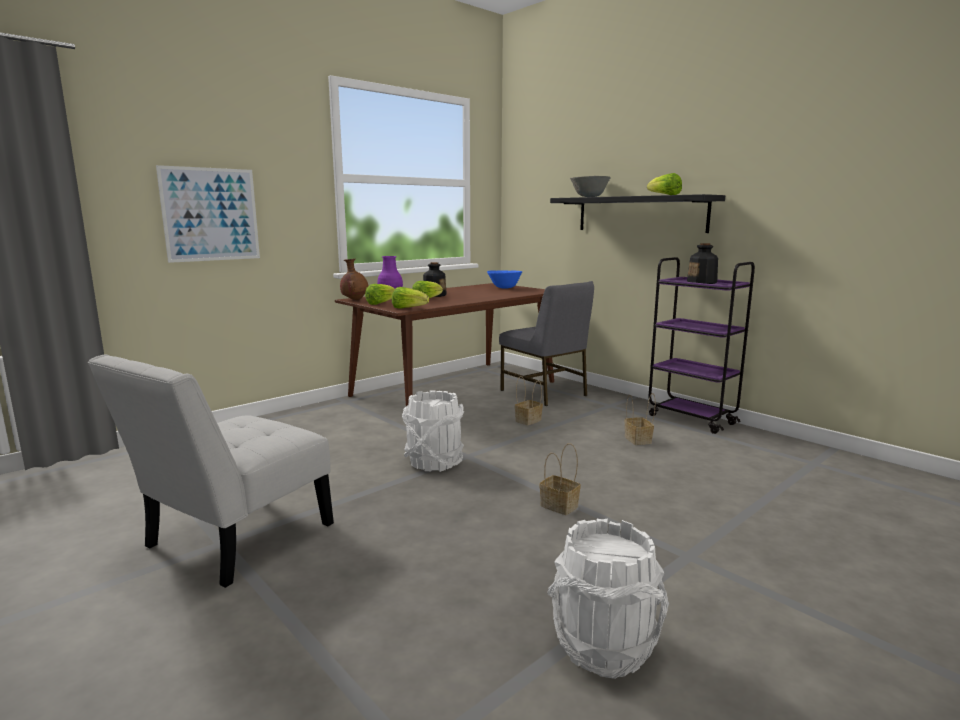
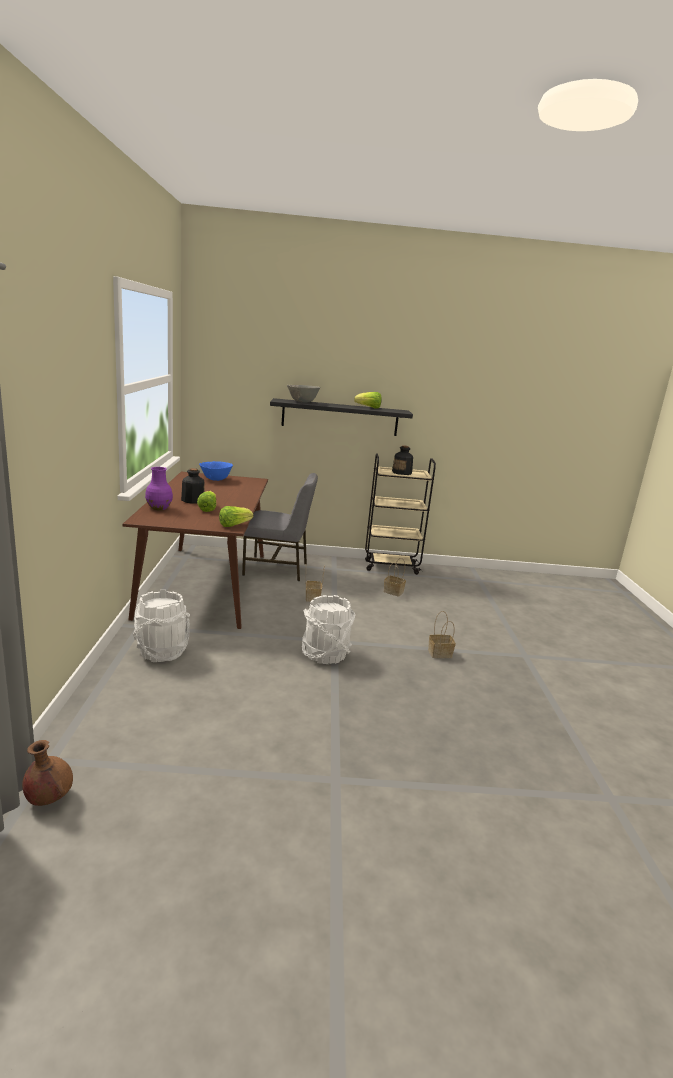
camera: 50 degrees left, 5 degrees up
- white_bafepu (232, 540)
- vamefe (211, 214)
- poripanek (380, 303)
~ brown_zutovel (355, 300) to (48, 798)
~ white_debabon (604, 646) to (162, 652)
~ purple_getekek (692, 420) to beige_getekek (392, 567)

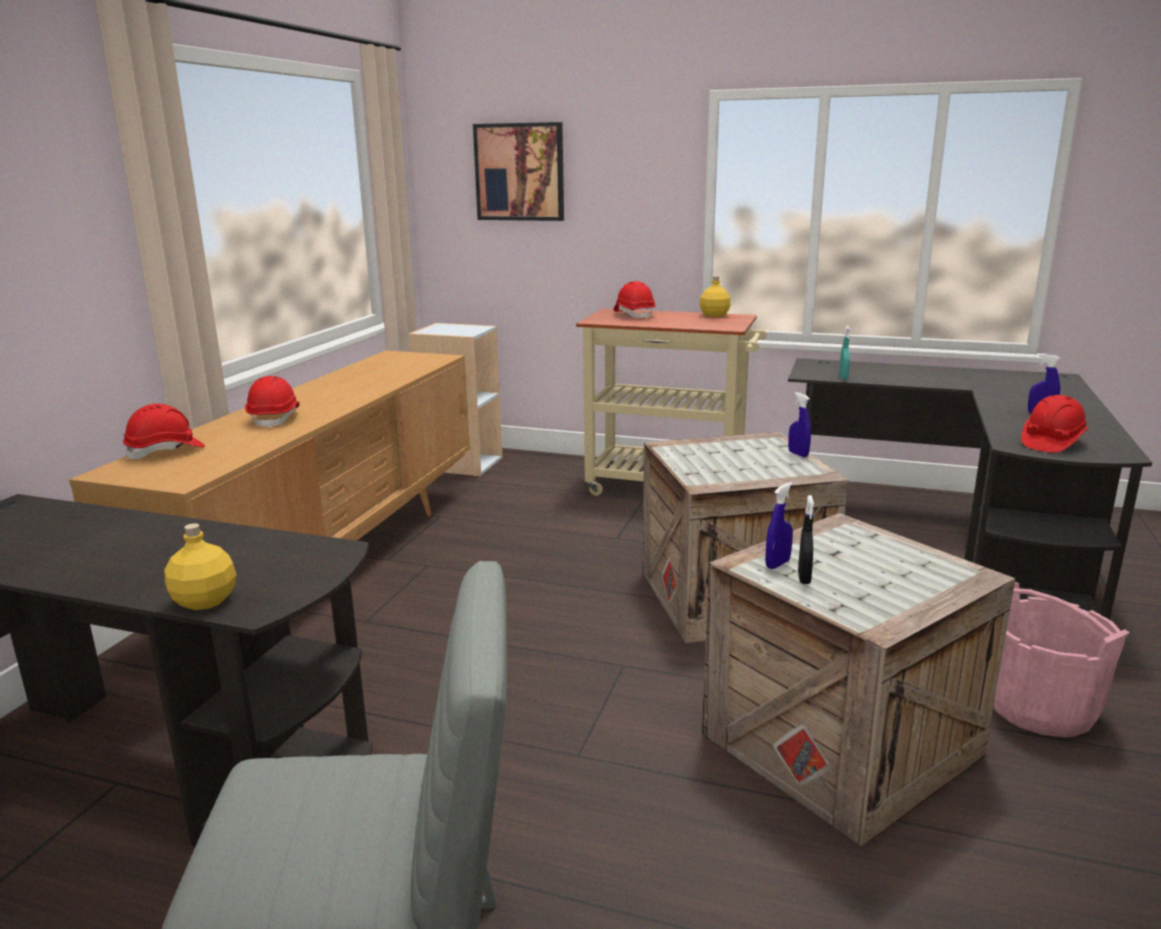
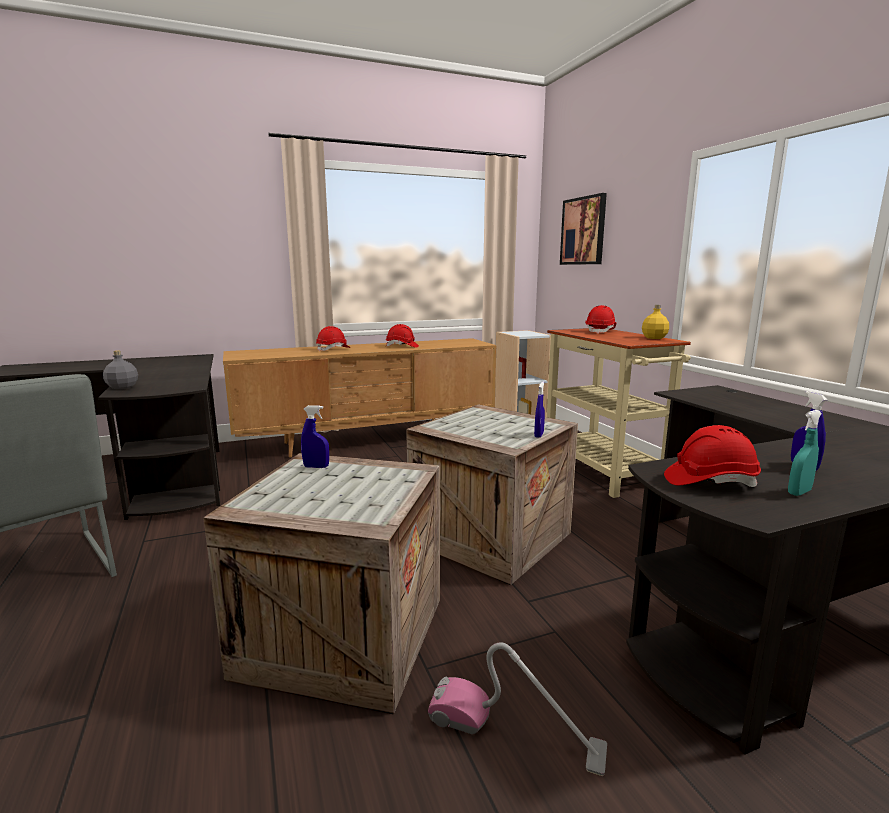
camera: 50 degrees right, 5 degrees down
- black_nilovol (804, 578)
~ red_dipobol (166, 452) to (402, 346)
~ turquoise_nilovol (843, 378) to (799, 492)
~ pink_debabon (1040, 707) to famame (515, 733)
~ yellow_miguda (206, 600) to grey_miguda (123, 387)

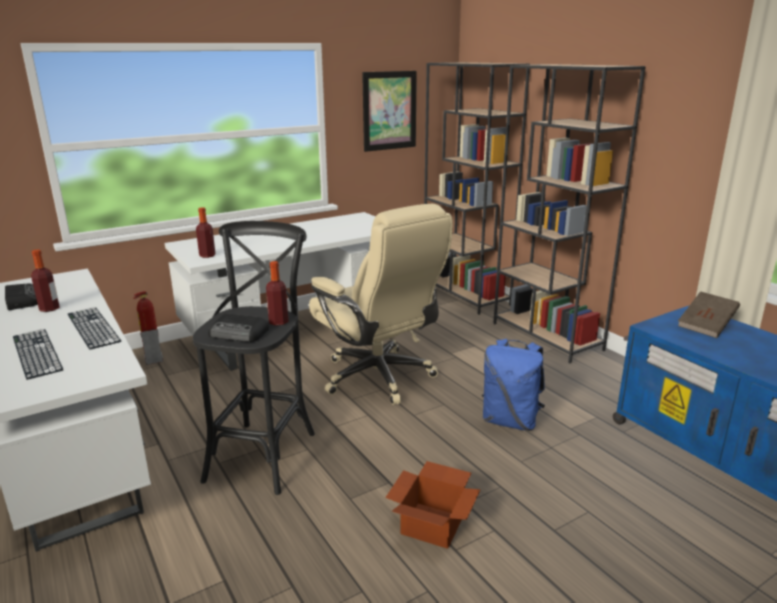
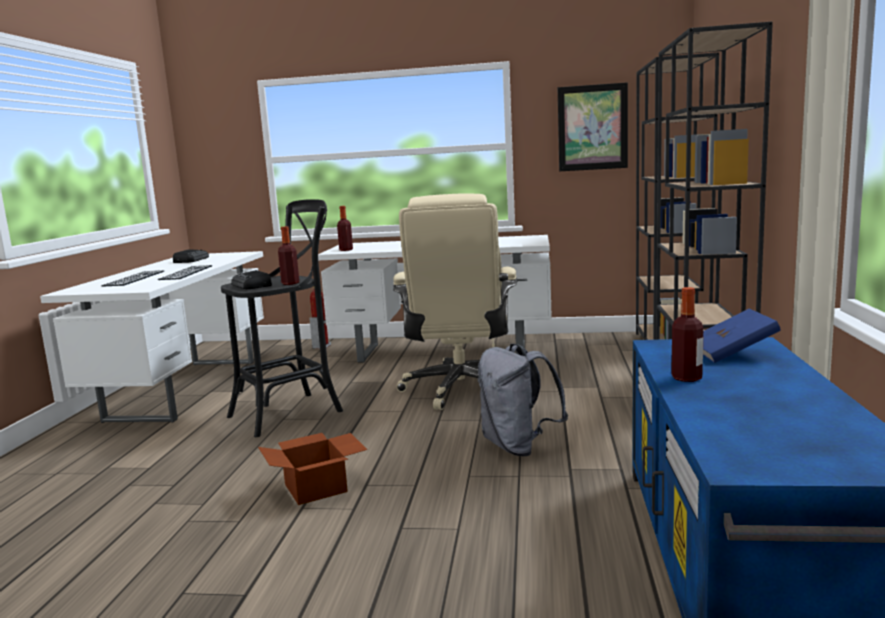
camera: 40 degrees right, 10 degrees down
~ miguda (49, 308) to (686, 378)
~ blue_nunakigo (510, 421) to grey_nunakigo (518, 447)
~ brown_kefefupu (706, 326) to blue_kefefupu (732, 353)

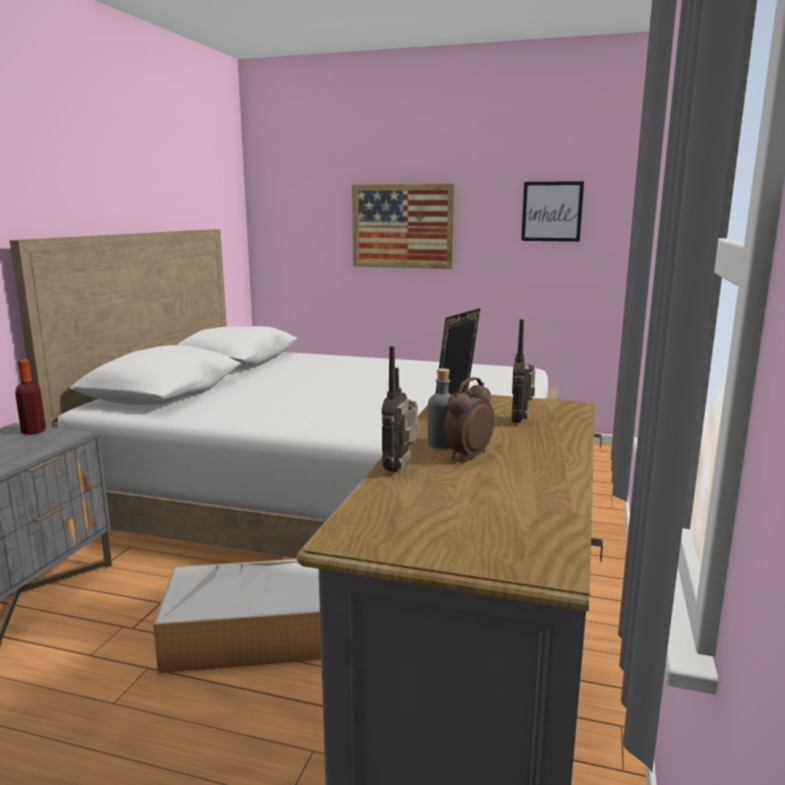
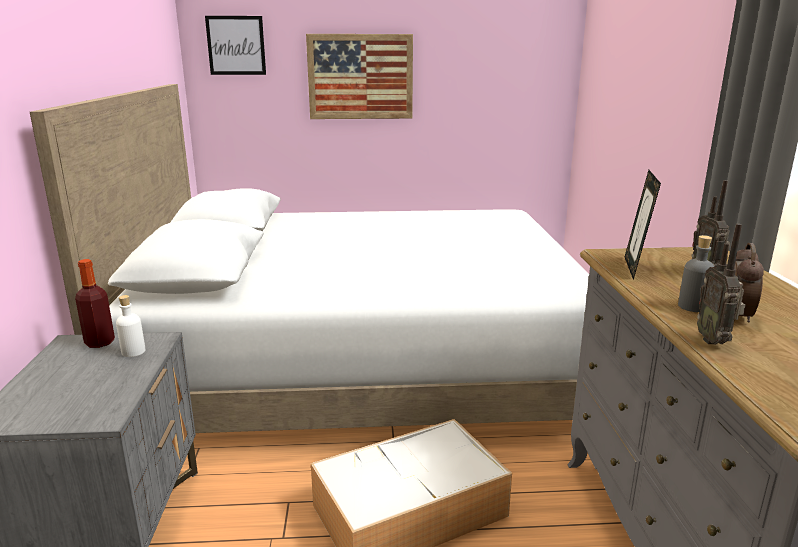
camera: 20 degrees left, 5 degrees up
+ white_miguda (133, 352)
~ vamefe (552, 211) to (236, 45)

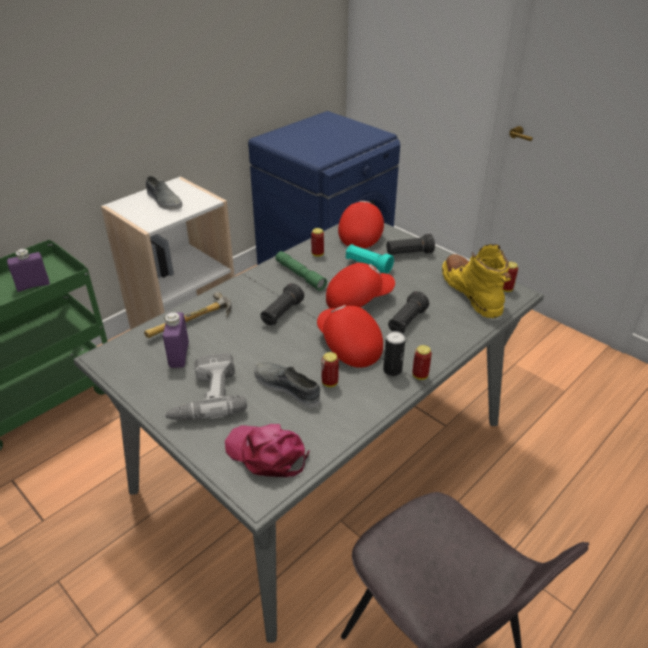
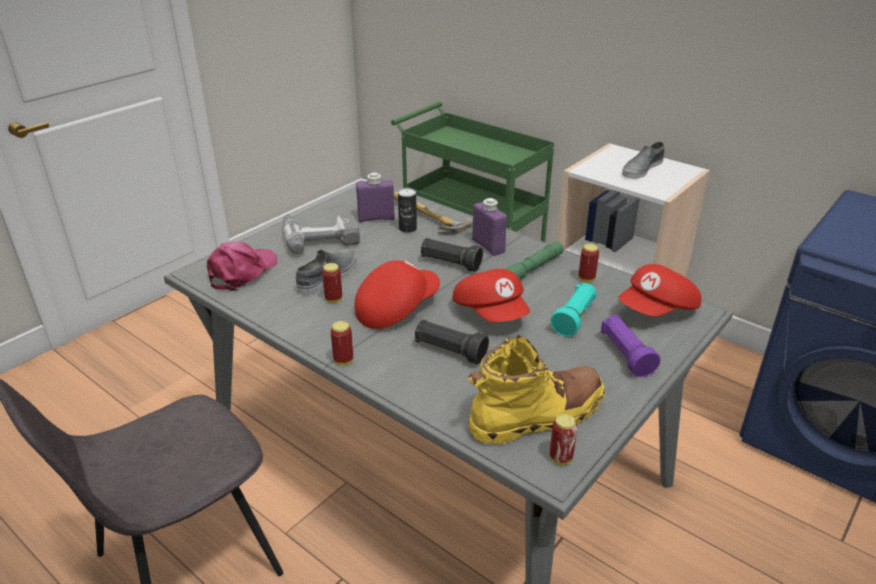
camera: 85 degrees right, 5 degrees down
~ purple_miguda (33, 285) to (488, 246)
~ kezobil (392, 370) to (407, 228)
~ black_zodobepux (409, 253) to purple_zodobepux (626, 355)
~ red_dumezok (360, 234) = (658, 310) 135 degrees clockwise

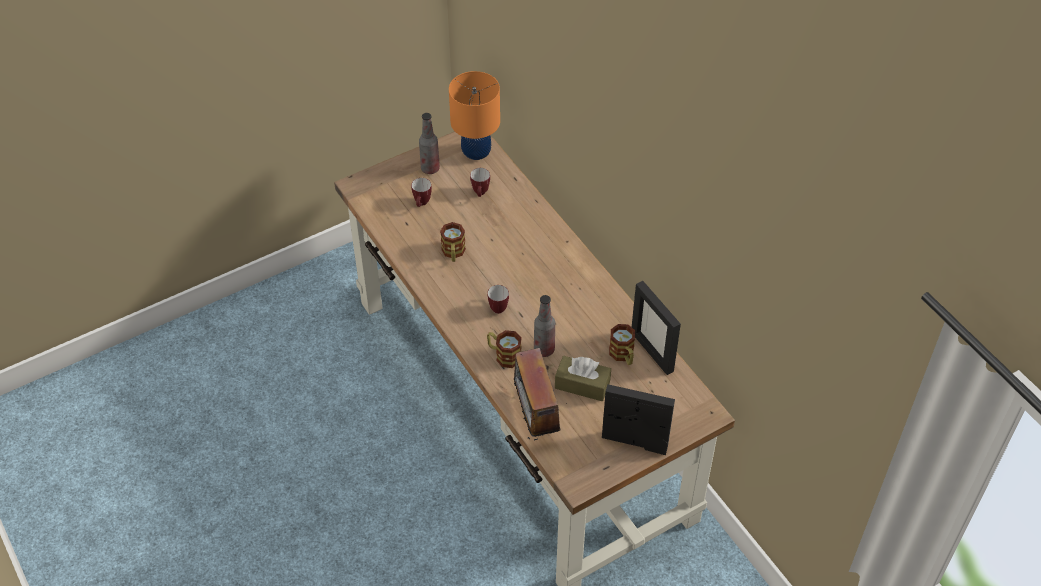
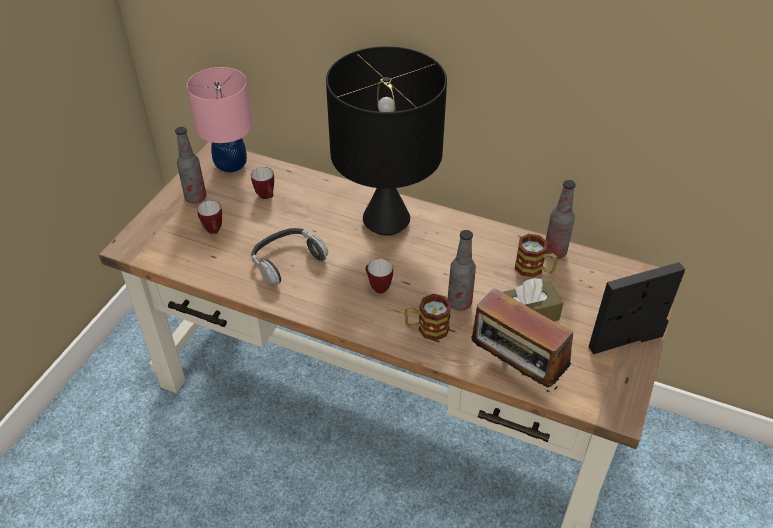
camera: 35 degrees left, 5 degrees down
+ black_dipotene (386, 223)
~ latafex (453, 253) to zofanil (287, 260)
~ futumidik (653, 351) to miguda (555, 252)
~ orange_dipotene (476, 152) to pink_dipotene (230, 165)

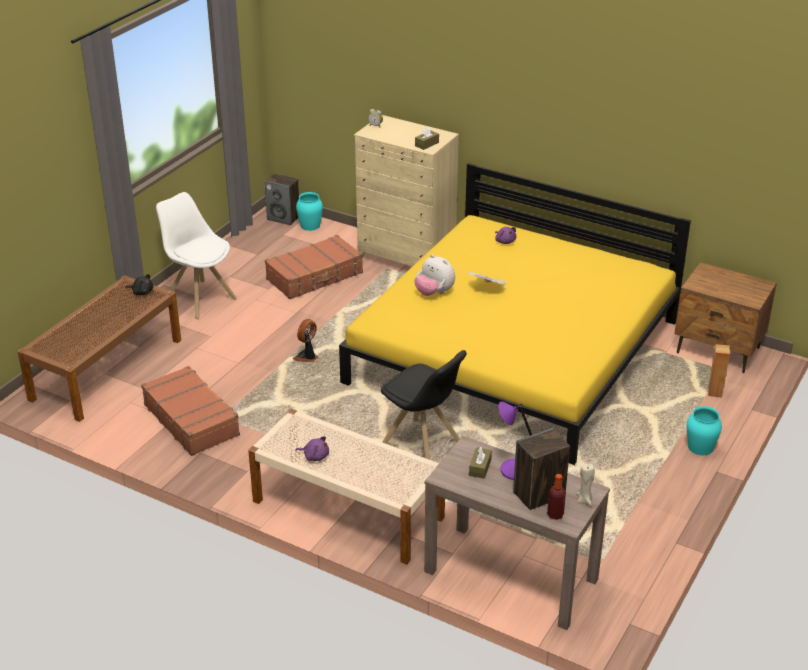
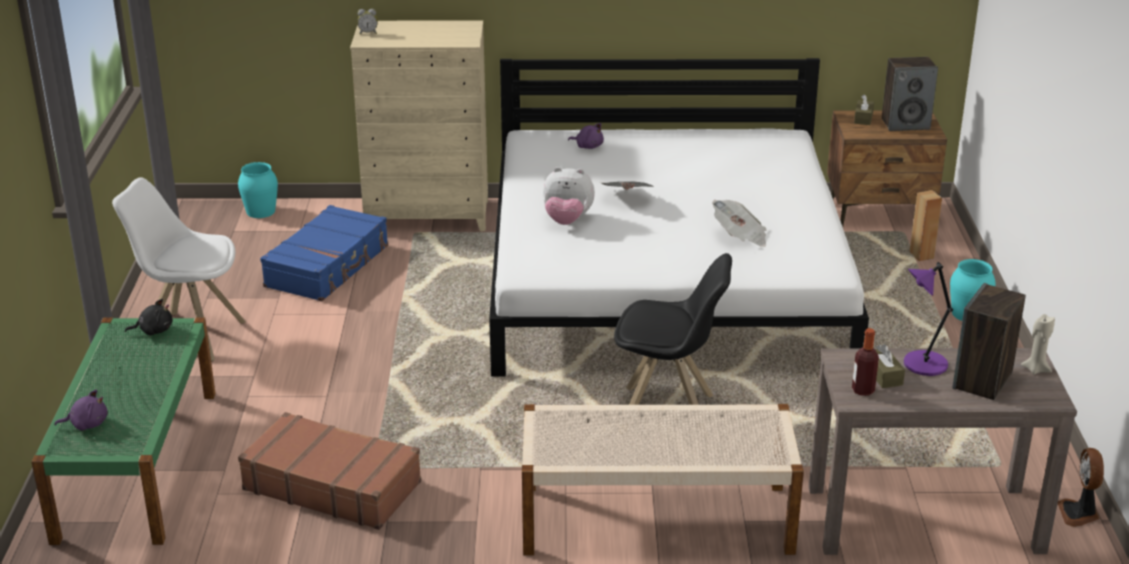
camera: 30 degrees left, 5 degrees down
+ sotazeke (740, 237)
~ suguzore (284, 218) to (905, 124)
~ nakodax (307, 357) to (1079, 513)
~ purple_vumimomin (315, 456) to (87, 424)
~ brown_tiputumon (427, 144) to (863, 118)
~ miguda (555, 515) to (863, 390)
~ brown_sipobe (106, 369) to green_sipobe (136, 464)
~ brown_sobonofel (315, 276) to blue_sobonofel (328, 266)
~ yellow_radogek (514, 352) to white_radogek (665, 279)

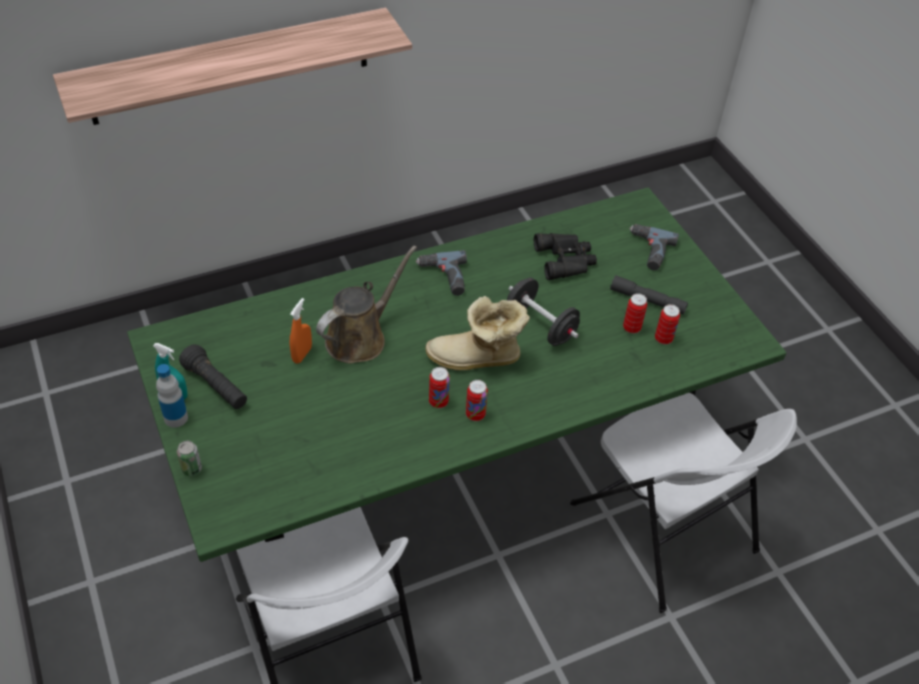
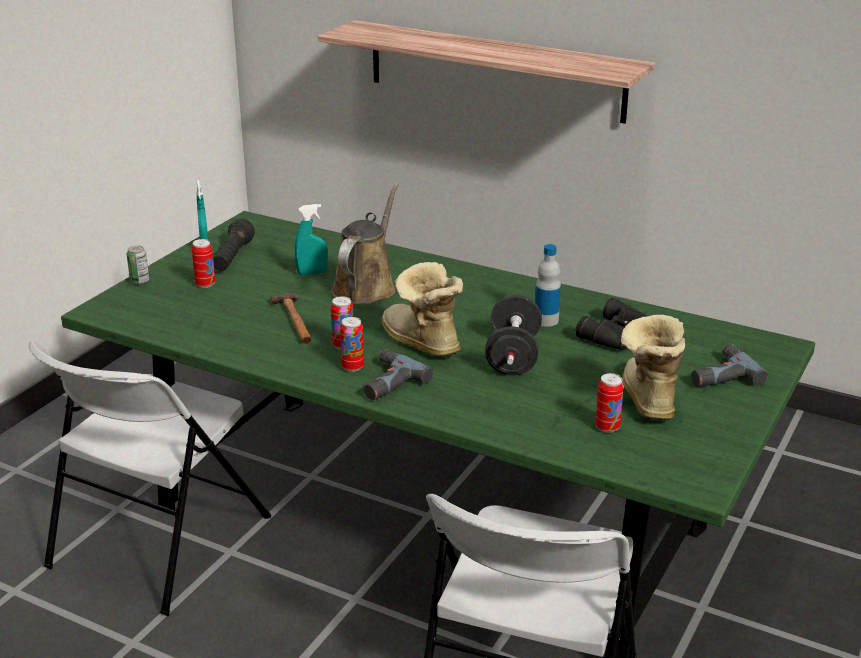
camera: 55 degrees right, 20 degrees down
+ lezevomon (294, 321)
~ miguda (176, 418) to (546, 320)
~ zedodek (443, 278) to (385, 382)
~ kezobil (631, 328) to (205, 284)
~ grey_zodobepux (647, 300) to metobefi (646, 399)
~ orange_nilovol (302, 354) to turquoise_nilovol (312, 273)
~ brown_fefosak (360, 337) = (366, 287) 75 degrees counterclockwise

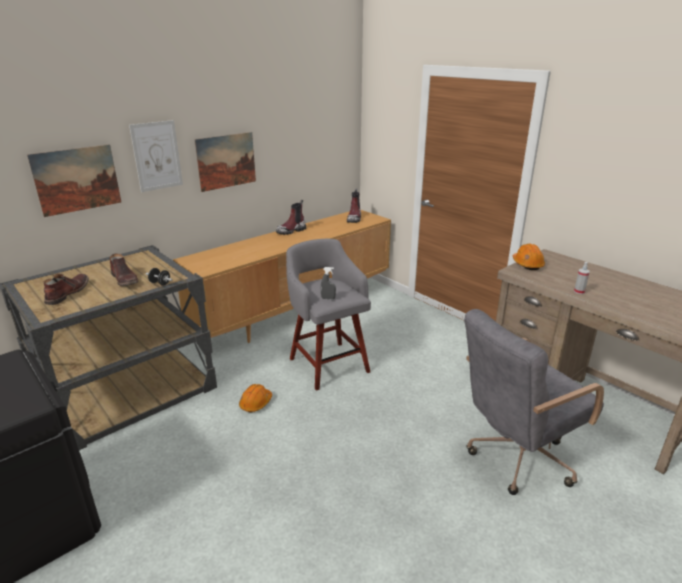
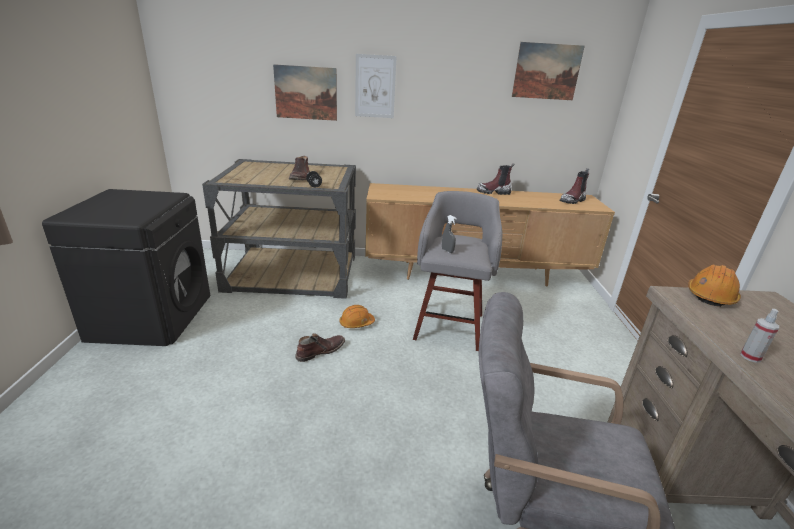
camera: 40 degrees right, 0 degrees up
~ brown_metobefi (67, 293) to (320, 351)
~ vamefe (226, 161) to (546, 71)

